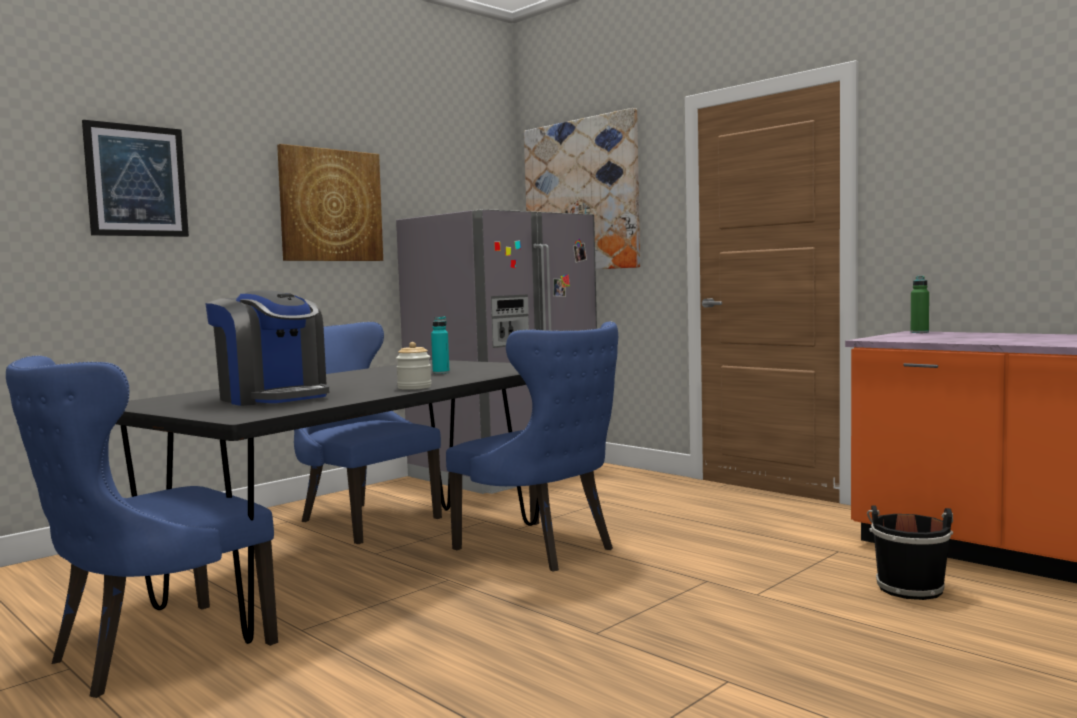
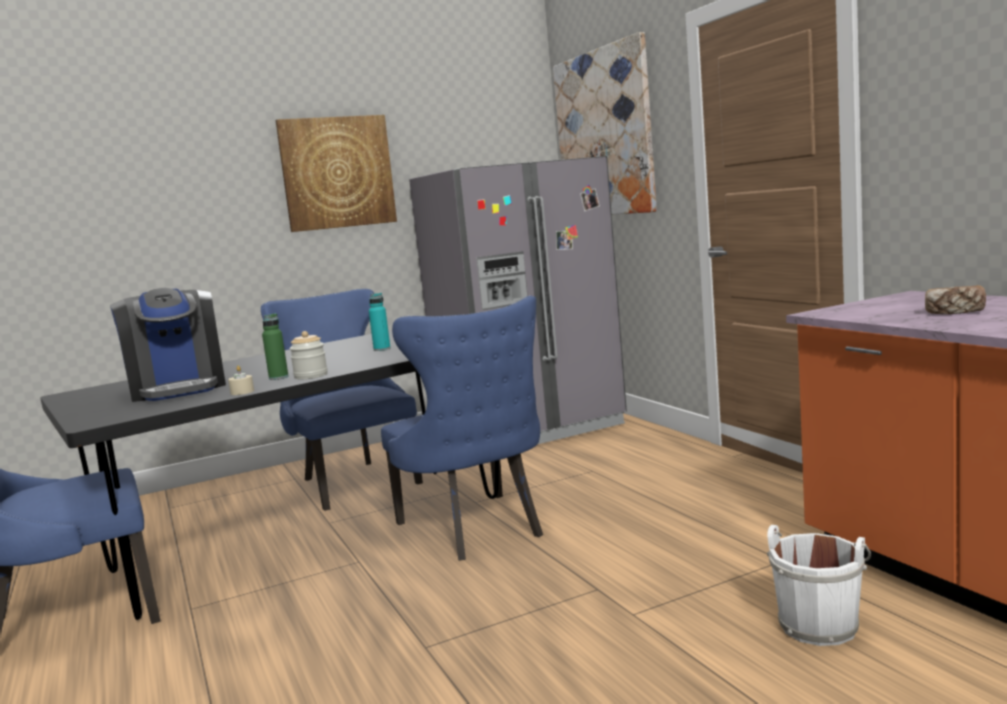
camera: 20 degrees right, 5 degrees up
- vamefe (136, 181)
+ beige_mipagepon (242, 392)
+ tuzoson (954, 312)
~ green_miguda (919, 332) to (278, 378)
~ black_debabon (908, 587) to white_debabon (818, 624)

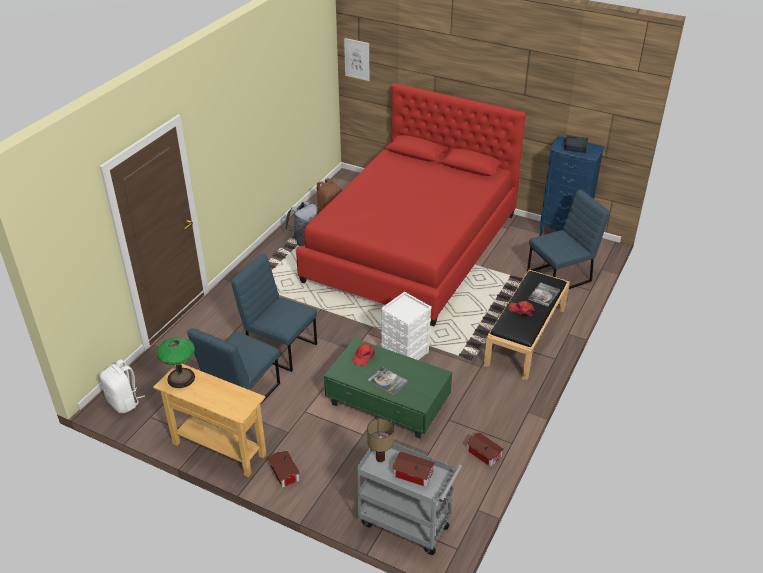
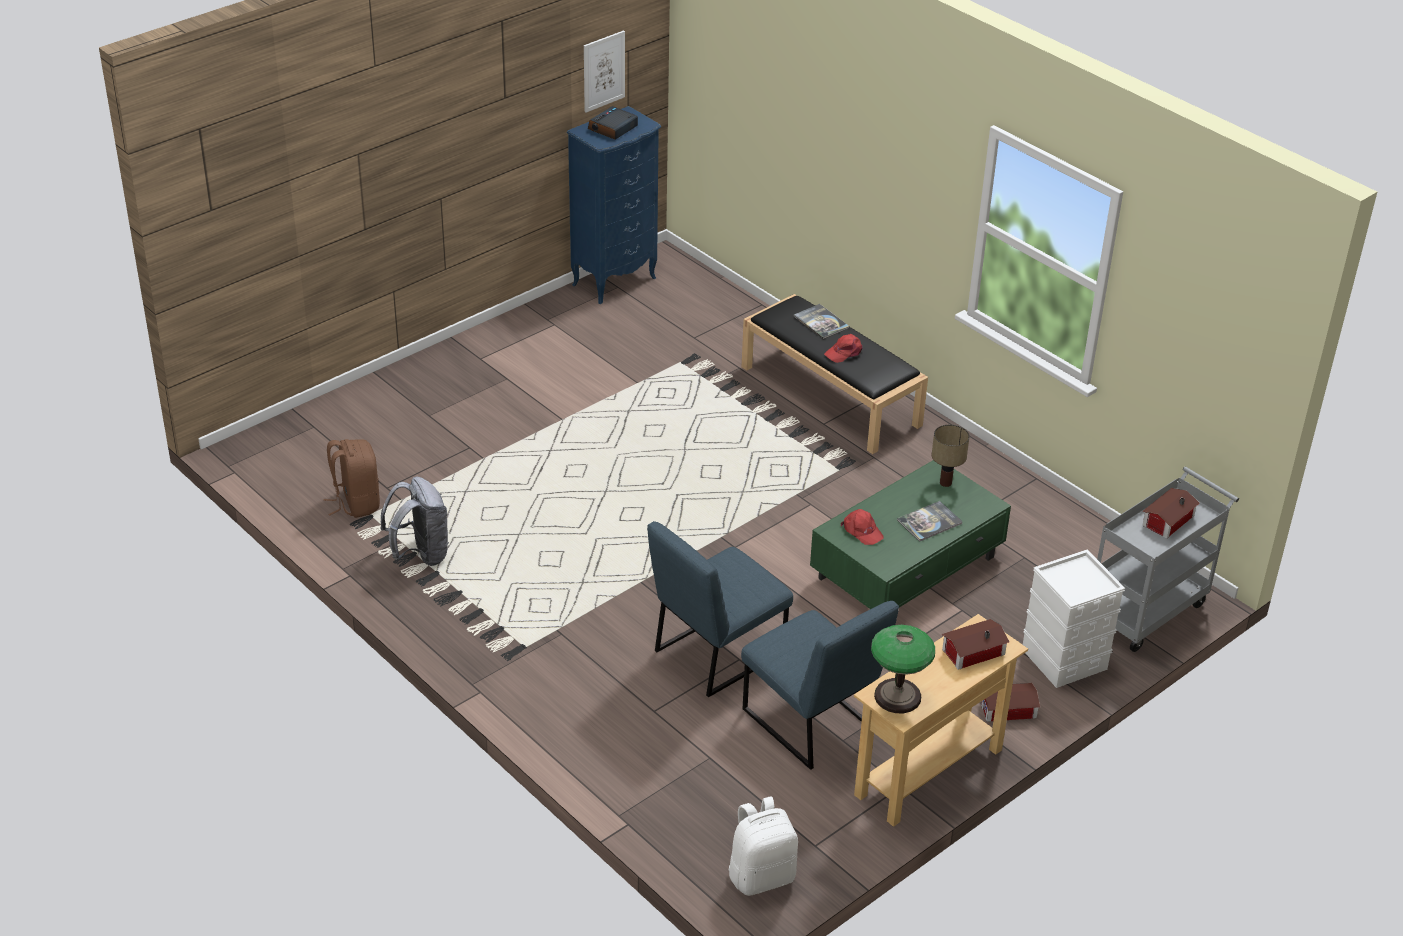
camera: 70 degrees left, 0 degrees up
- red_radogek (412, 247)
- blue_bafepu (561, 276)
~ vamefe (357, 59) to (603, 71)
~ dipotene (381, 458) to (946, 482)
~ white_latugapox (405, 353) to (1063, 659)
~ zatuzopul (483, 452) to (971, 651)

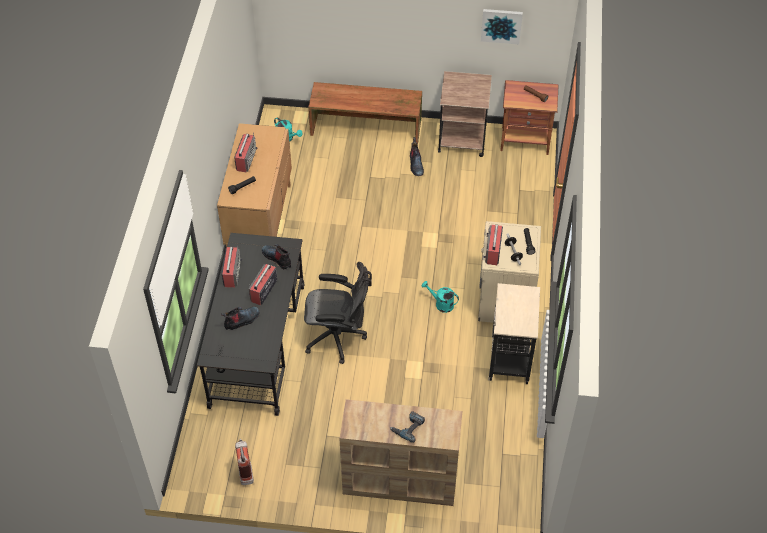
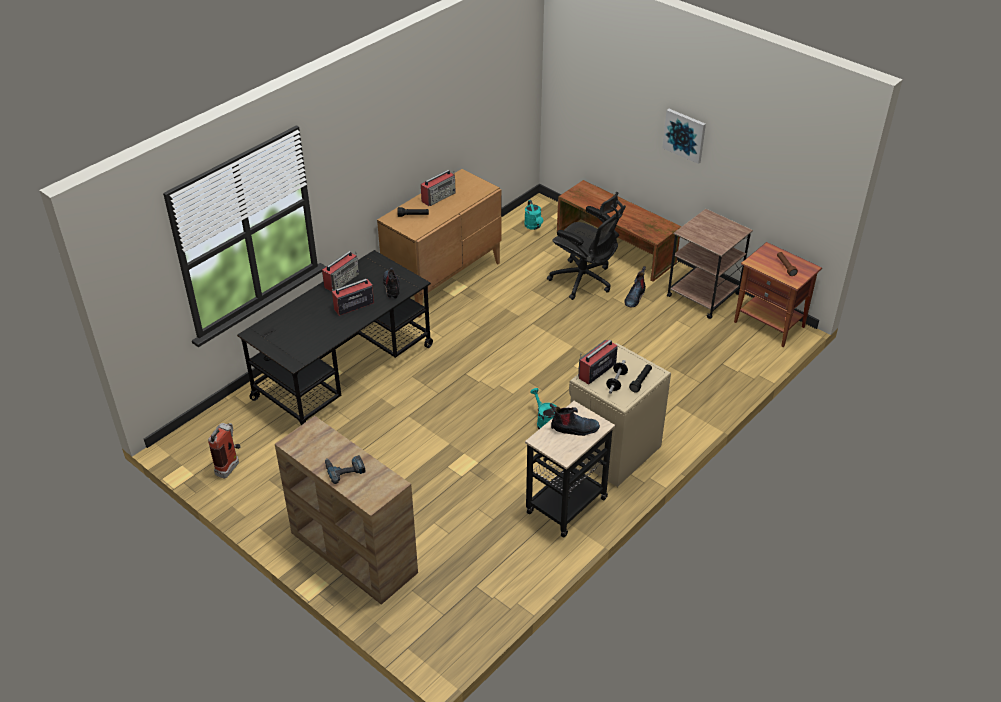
camera: 35 degrees right, 10 degrees down
~ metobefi (241, 321) to (574, 428)
~ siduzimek (338, 337) to (584, 281)
~ vamefe (501, 25) to (684, 135)

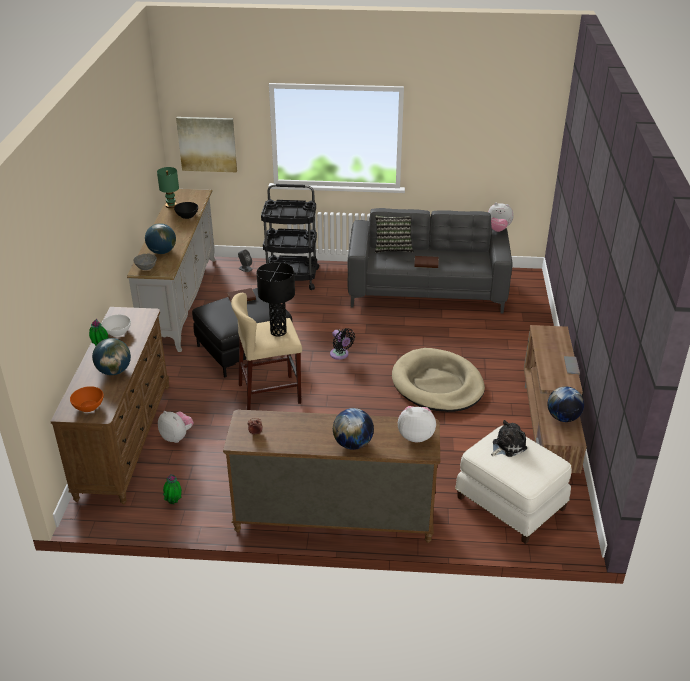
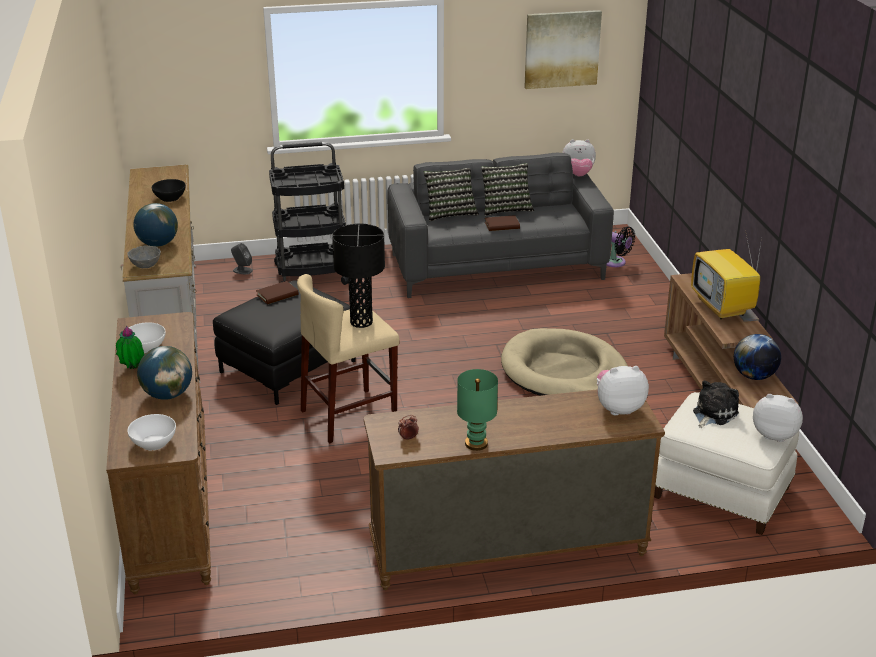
camera: 15 degrees left, 5 degrees down
- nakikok (174, 502)
- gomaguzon (353, 444)
+ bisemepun (506, 208)
+ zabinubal (723, 307)
~ green_dipotene (171, 205) to (475, 443)
~ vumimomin (177, 437) to (774, 434)
~ vamefe (207, 144) to (562, 49)
~ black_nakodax (340, 355) to (616, 263)
~ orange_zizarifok (88, 406) to white_zizarifok (154, 442)

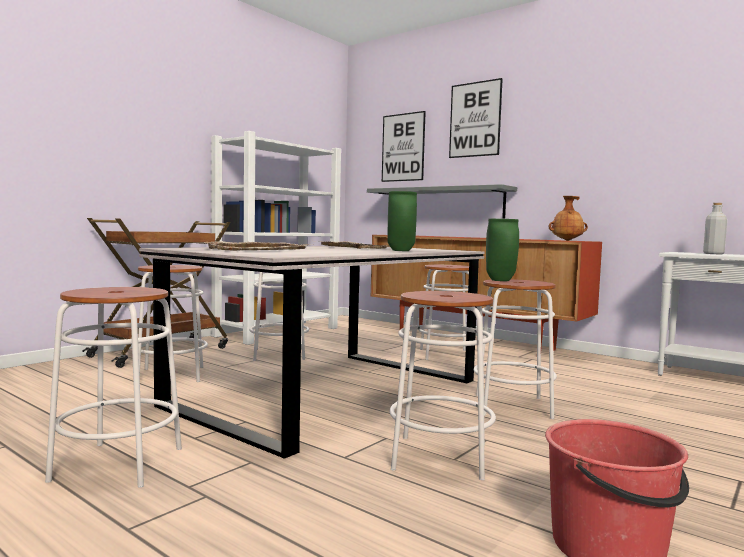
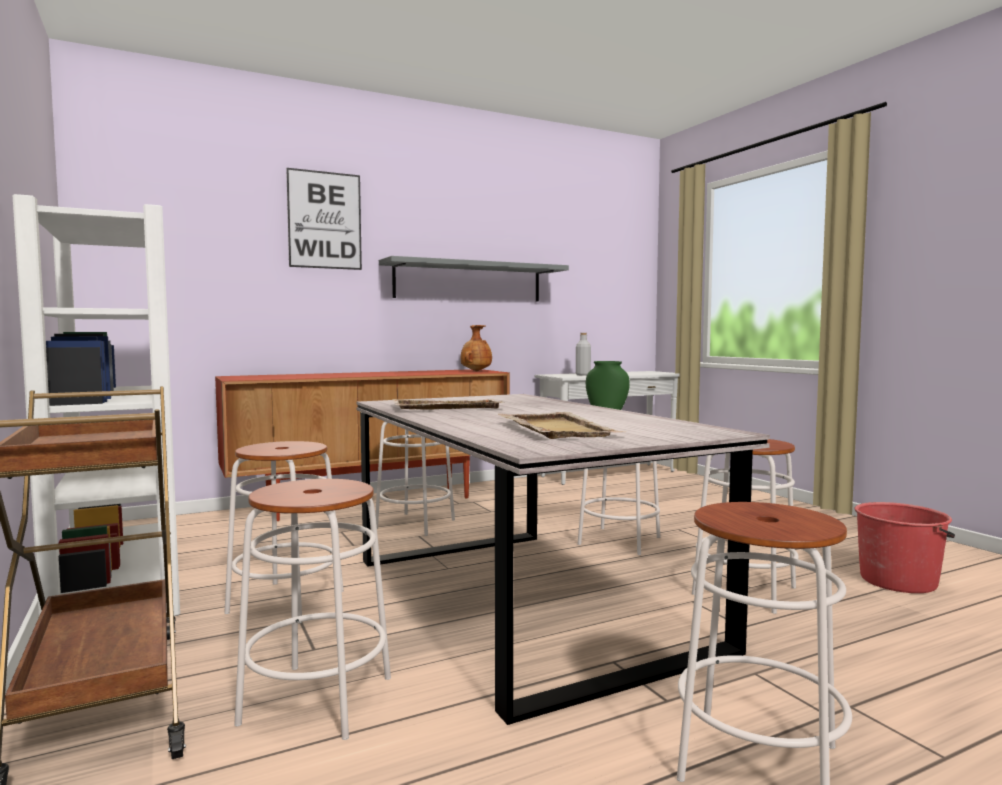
camera: 65 degrees left, 0 degrees up
- vamefe (403, 147)
- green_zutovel (401, 250)
~ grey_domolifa (445, 203) to (469, 282)

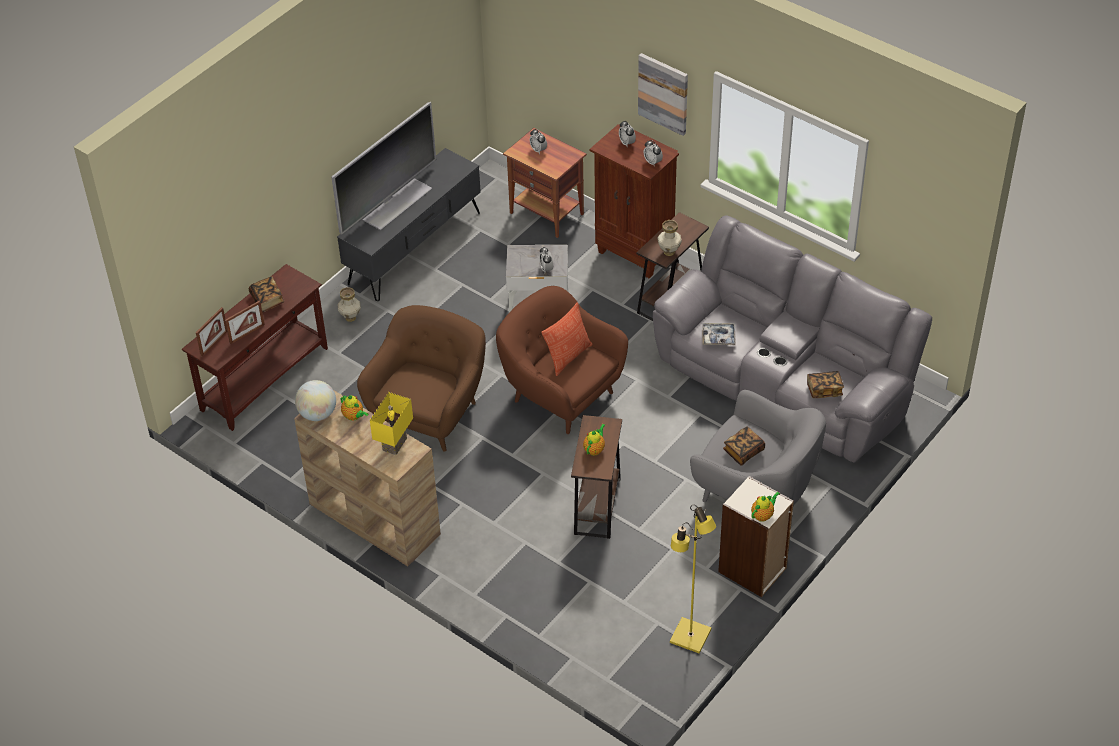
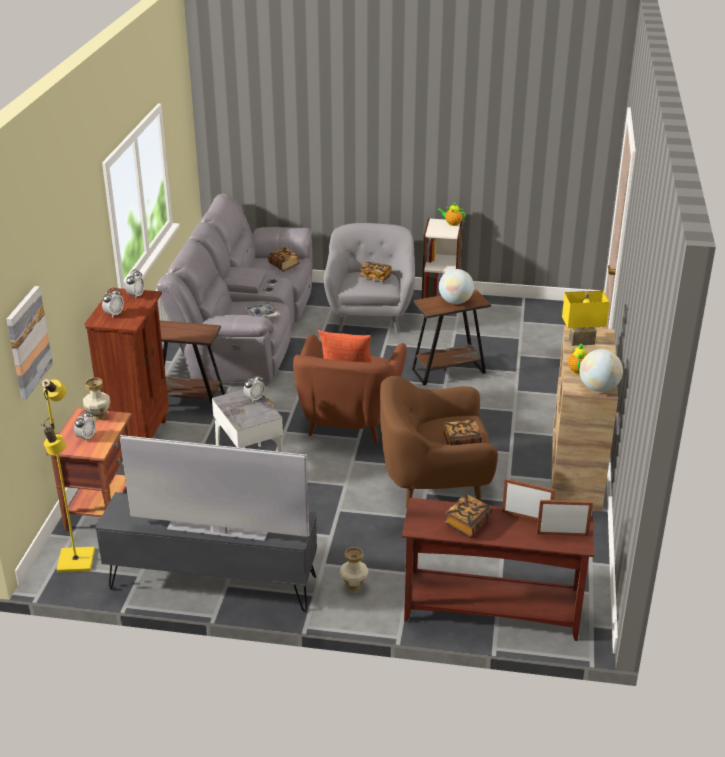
camera: 120 degrees left, 15 degrees down
+ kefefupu (462, 442)
~ vamefe (663, 93) to (28, 342)
~ zutovel (669, 252) to (99, 416)
~ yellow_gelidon (690, 636) to (76, 560)
~ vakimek (594, 449) to gomaguzon (455, 302)

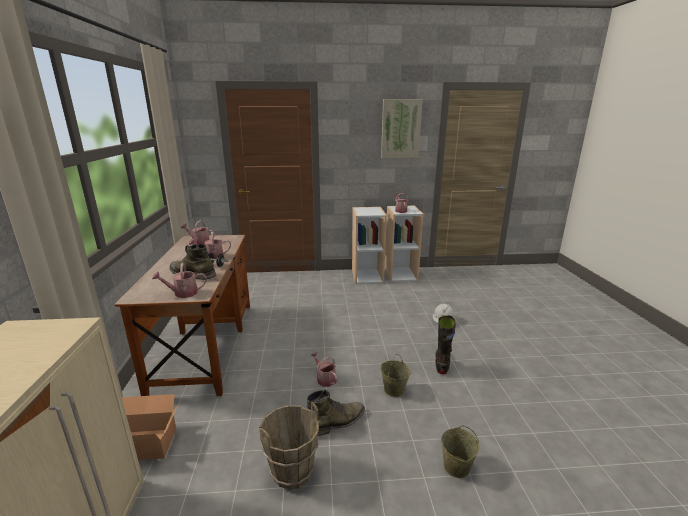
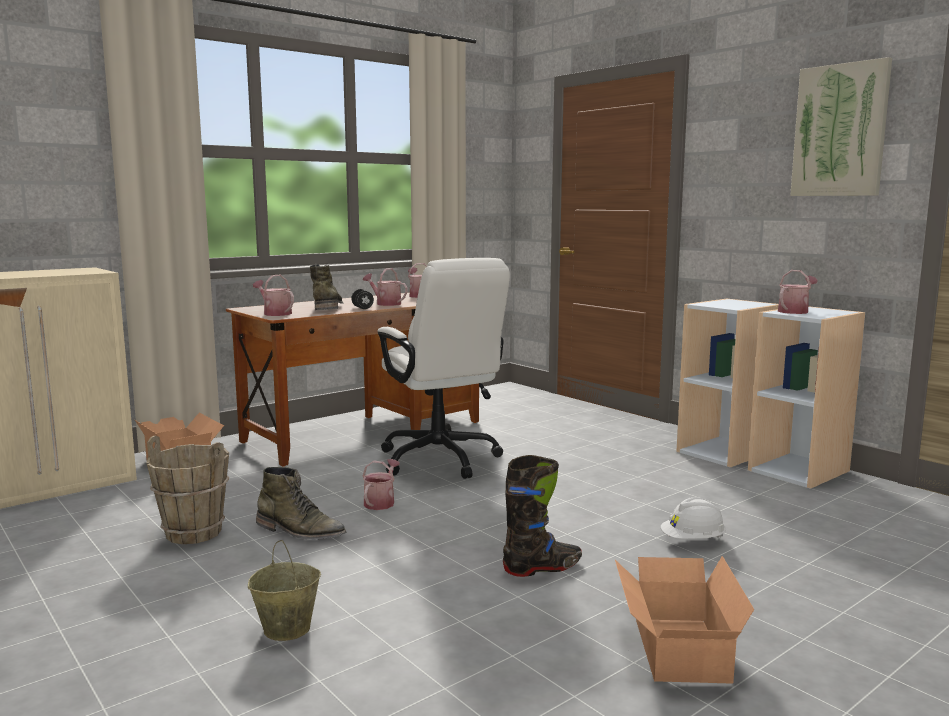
camera: 55 degrees right, 10 degrees down
- beige_debabon (393, 389)
+ white_siduzimek (442, 462)
+ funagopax (676, 651)

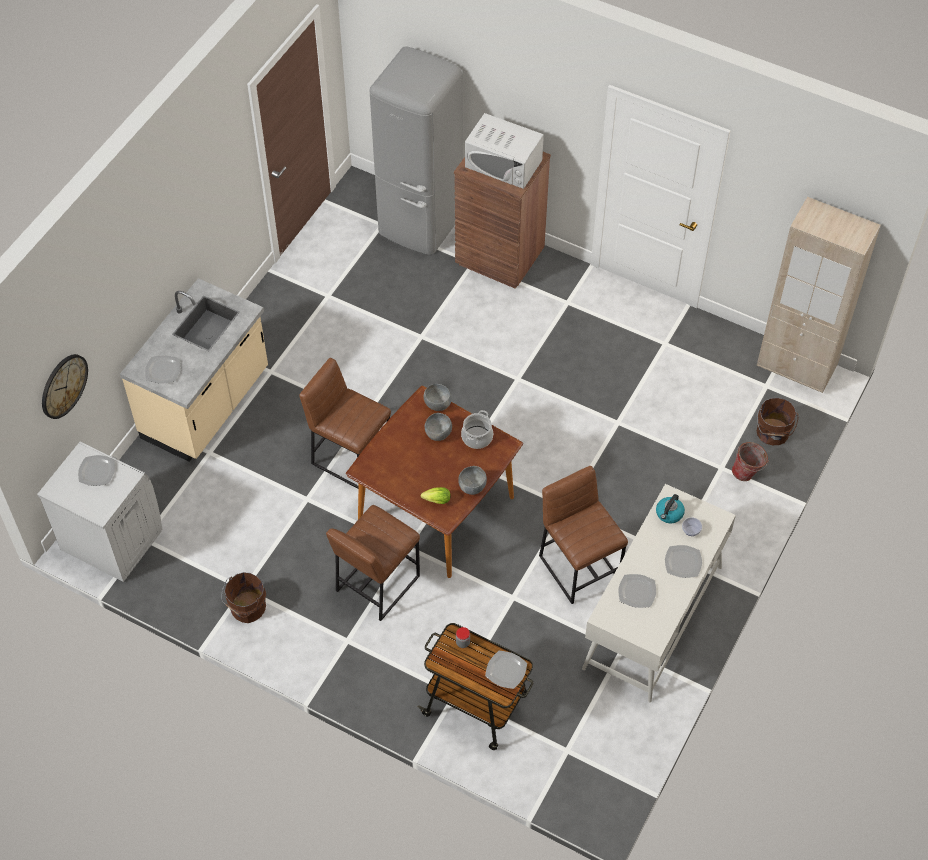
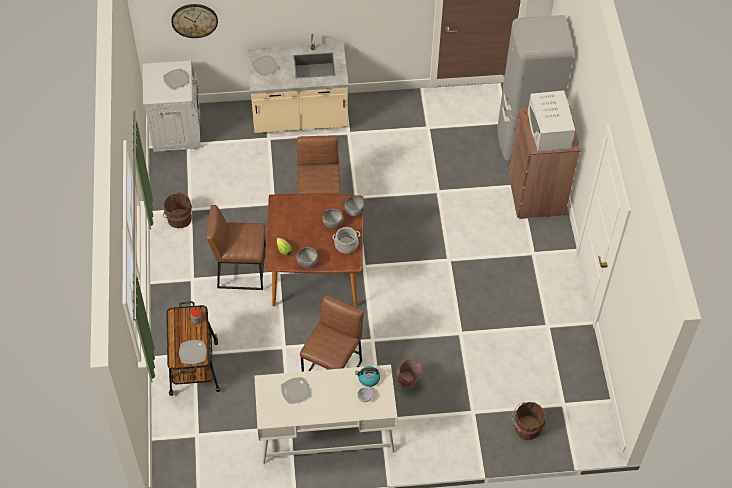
camera: 55 degrees right, 0 degrees up
- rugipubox (683, 562)
- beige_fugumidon (796, 369)
~ debabon (747, 473) to (408, 383)

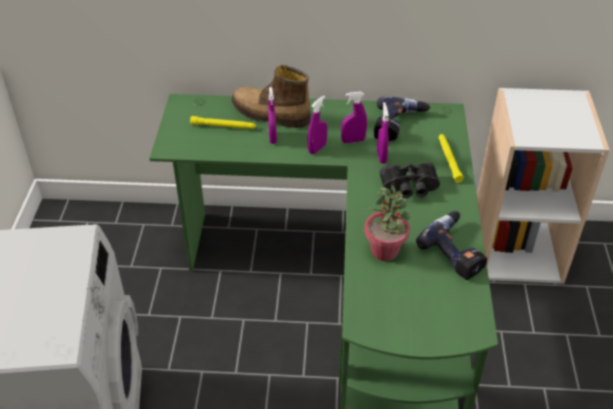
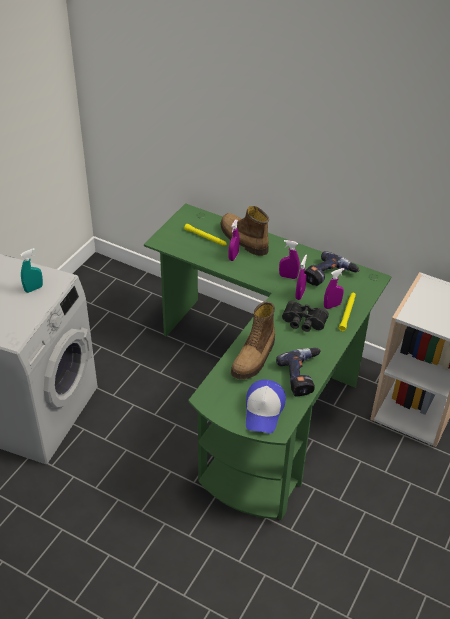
camera: 25 degrees right, 0 degrees up
+ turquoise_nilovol (33, 289)
+ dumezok (264, 411)
~ purple_nilovol (317, 148) to (332, 306)
~ nakikok (385, 251) to metobefi (254, 358)

